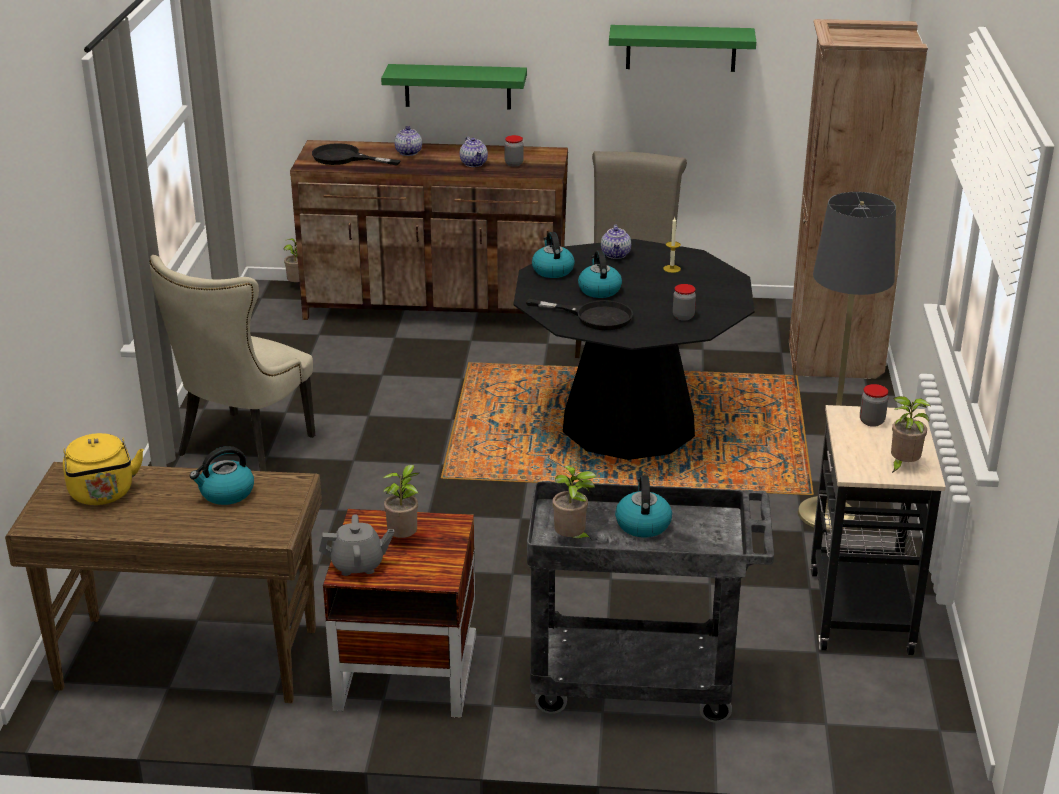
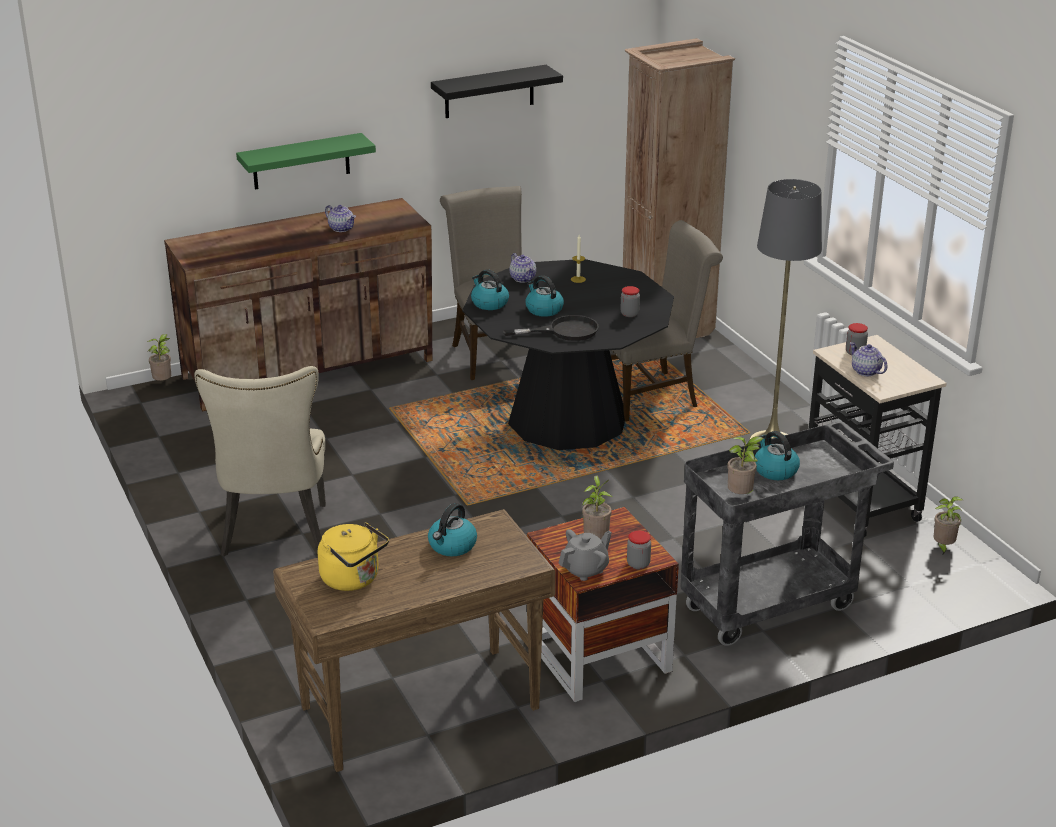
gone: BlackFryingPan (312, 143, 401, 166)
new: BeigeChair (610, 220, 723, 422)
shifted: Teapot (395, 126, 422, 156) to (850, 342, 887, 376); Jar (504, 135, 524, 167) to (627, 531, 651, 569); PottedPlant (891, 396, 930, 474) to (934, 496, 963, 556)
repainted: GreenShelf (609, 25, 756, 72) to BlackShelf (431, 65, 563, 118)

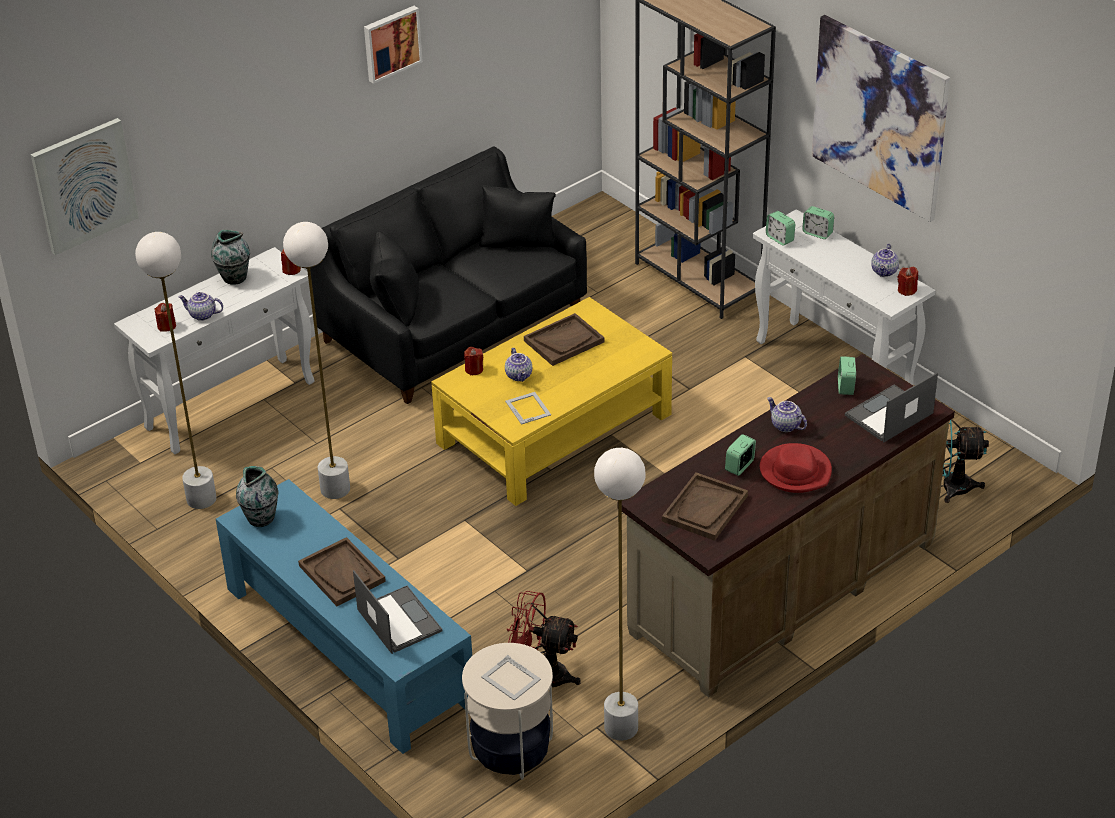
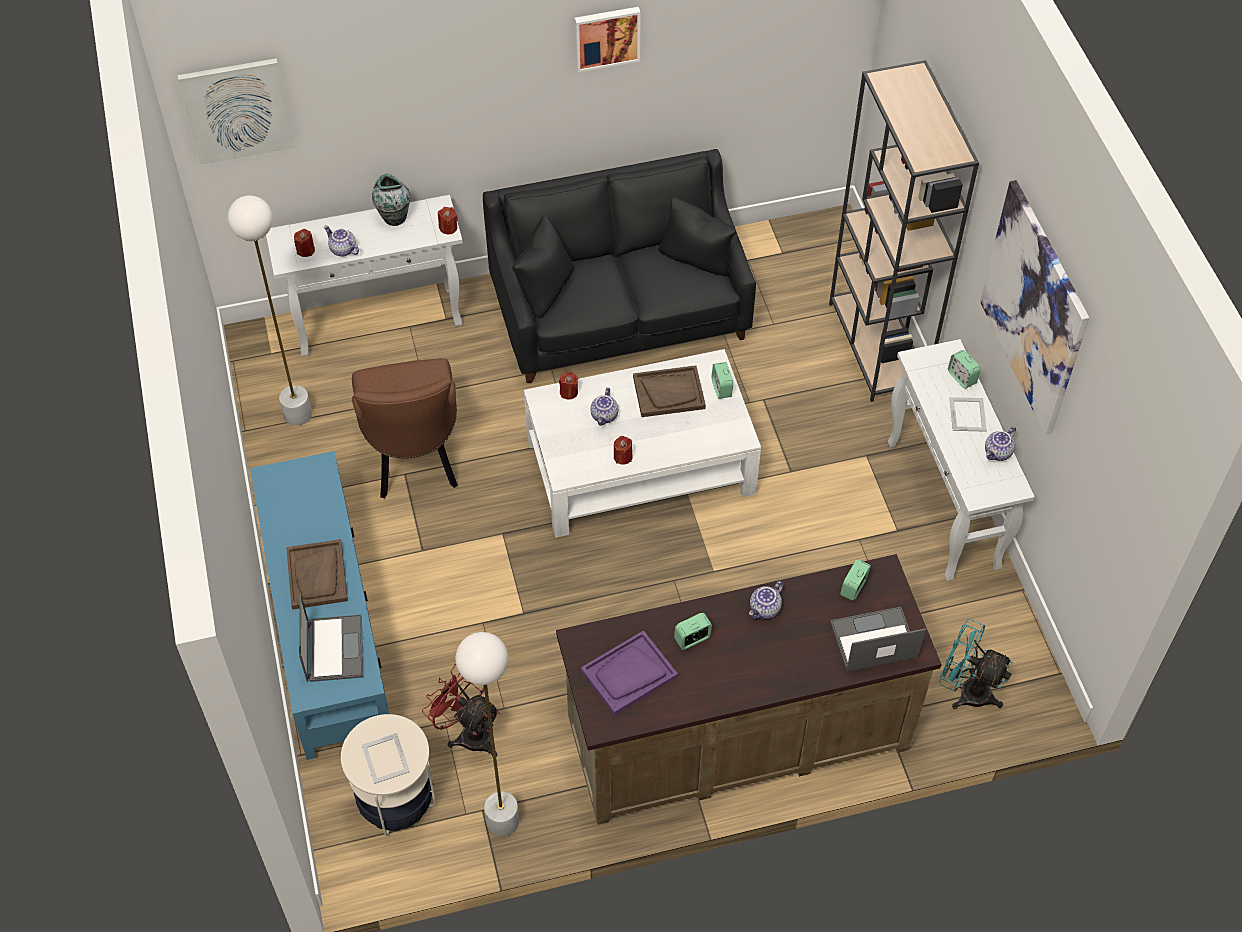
gone: Vase (236, 466, 279, 527); RedHat (760, 443, 832, 493)
shifted: PictureFrame (505, 392, 551, 425) to (950, 397, 987, 432); AlarmClock (766, 211, 795, 246) to (711, 362, 733, 399); RedCandle (897, 267, 918, 296) to (614, 436, 632, 465)
swapped: WhiteFloorLamp (283, 222, 350, 499) to BrownArmchair (352, 358, 458, 499)
repainted: YellowCoffeeTable (431, 297, 672, 506) to WhiteCoffeeTable (524, 349, 761, 538); BrownTray (662, 472, 748, 541) to PurpleTray (581, 630, 678, 716)
rotated: Teapot (767, 397, 807, 432) = (749, 581, 783, 619) 120 degrees counterclockwise

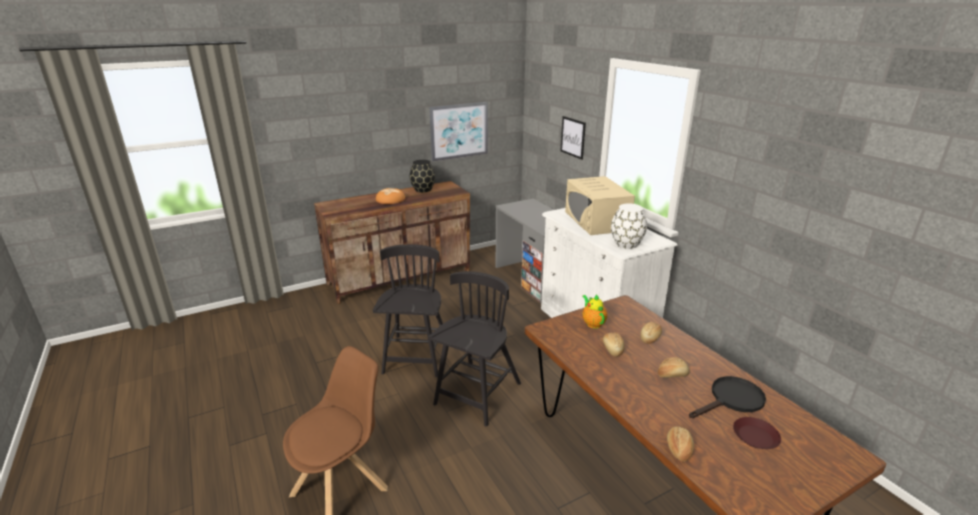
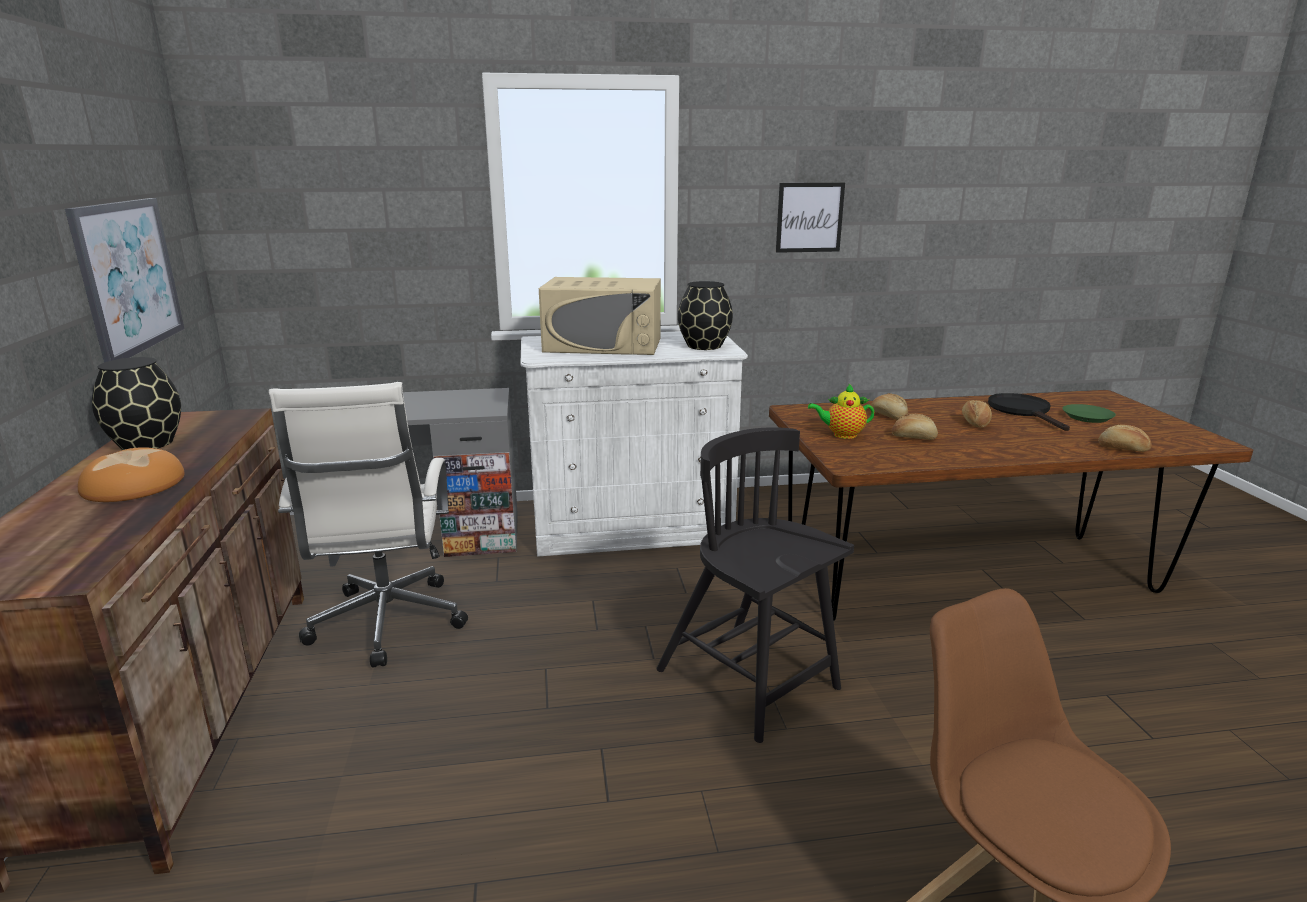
gone: BlackChair (373, 244, 443, 377)
new: WhiteOfficeChair (269, 382, 468, 667)
shifted: Picture (561, 116, 586, 160) to (776, 183, 845, 253)
repainted: WhiteVase (611, 203, 647, 249) to BlackVase (678, 281, 733, 350); BrownPlate (733, 417, 781, 449) to GreenPlate (1062, 404, 1116, 423)

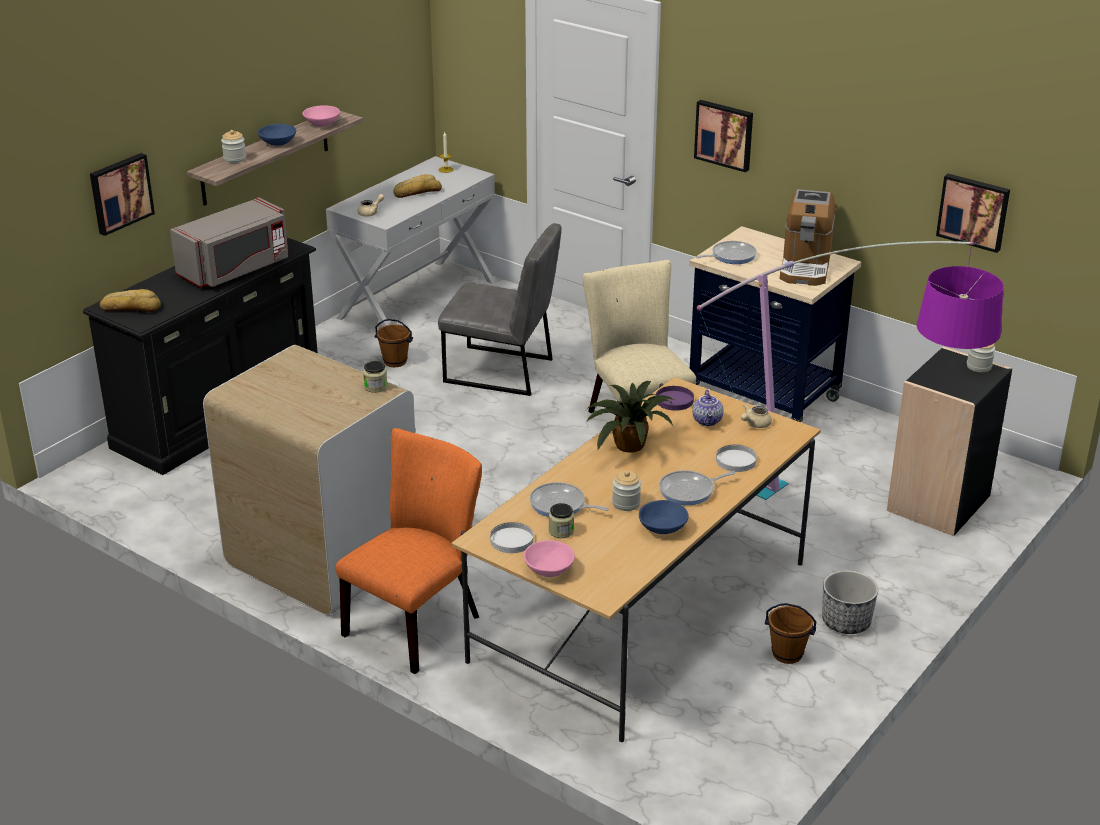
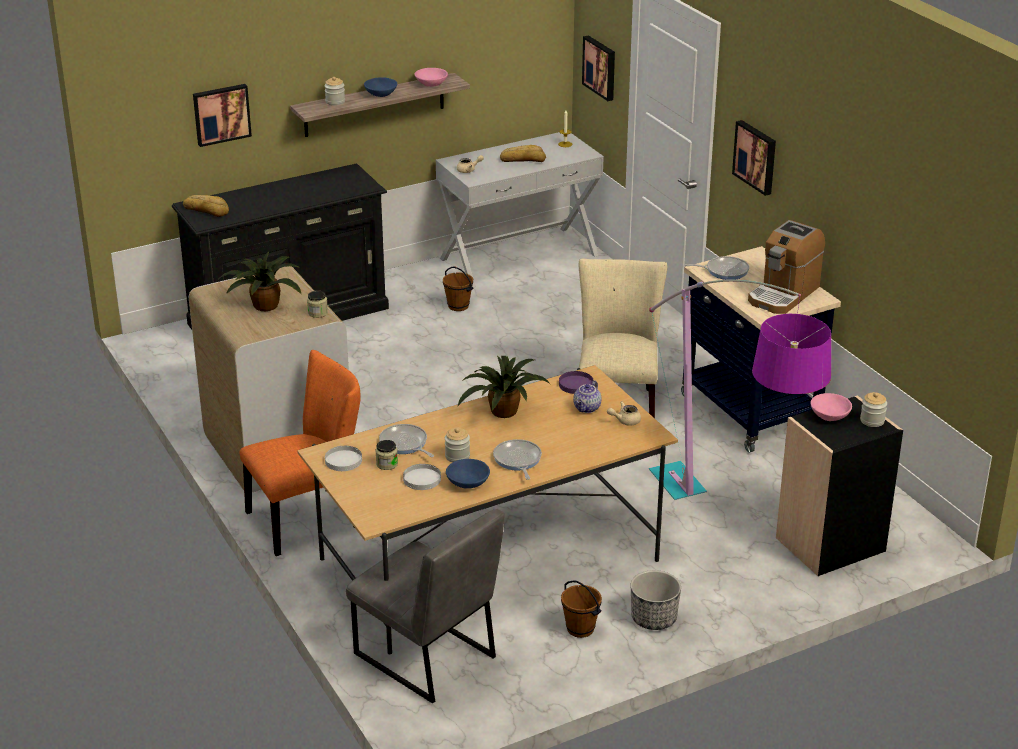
gone: GreyMicrowave (170, 197, 288, 288)
new: PottedPlant (217, 252, 301, 311)
shifted: GreyChair (438, 223, 561, 396) to (346, 509, 504, 703); PinkBowl (524, 540, 575, 577) to (810, 393, 852, 421); WhitePlate (716, 445, 757, 472) to (403, 464, 441, 490); Picture (936, 174, 1010, 253) to (582, 35, 615, 101)
rotated: FryingPan (659, 470, 736, 505) = (493, 439, 542, 480) 75 degrees clockwise

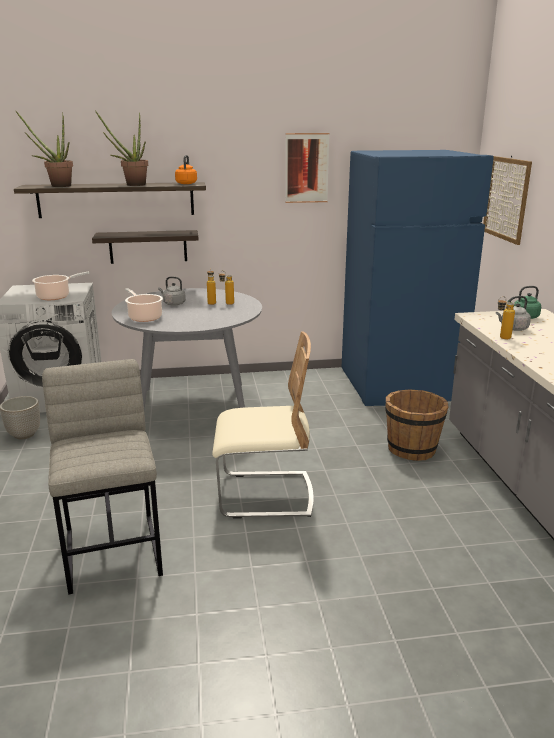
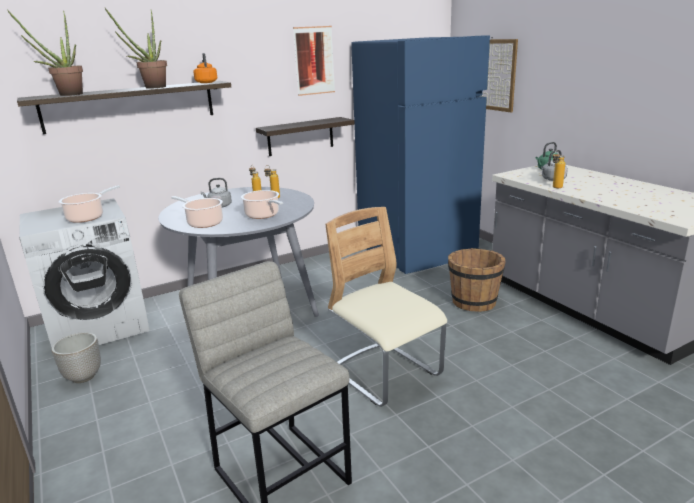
new: CookingPot (241, 190, 283, 219)
shifted: Shelf (92, 230, 198, 264) to (256, 117, 355, 156)
rotated: BeigeChair (212, 331, 314, 519) = (325, 207, 447, 407) 105 degrees counterclockwise

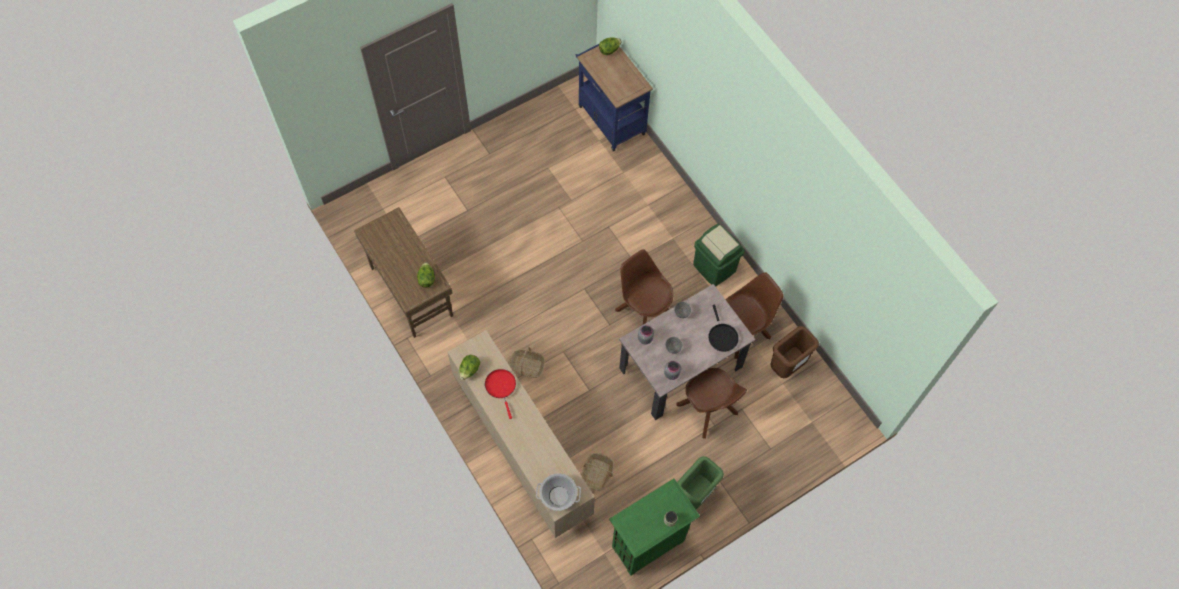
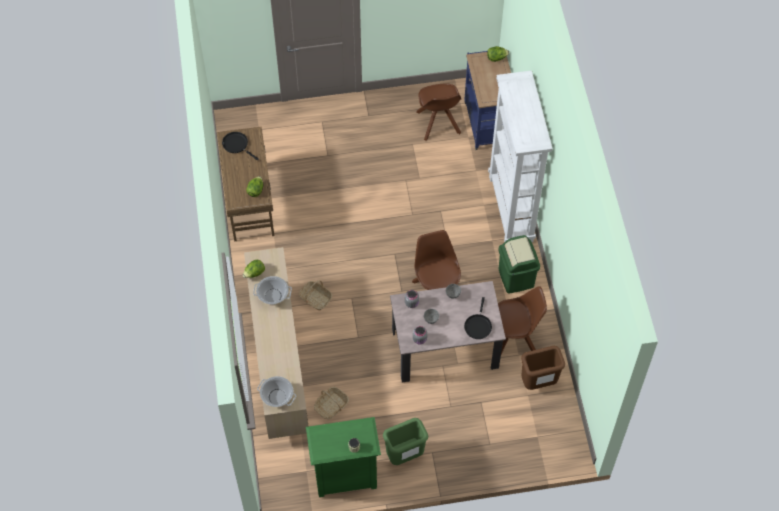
new: BlackFryingPan (222, 132, 259, 161); WhiteBookcase (488, 70, 553, 242)
shifted: BrownChair (677, 368, 747, 439) to (416, 83, 461, 141)
swapped: RedFryingPan (485, 369, 516, 419) to CookingPot (253, 276, 292, 304)

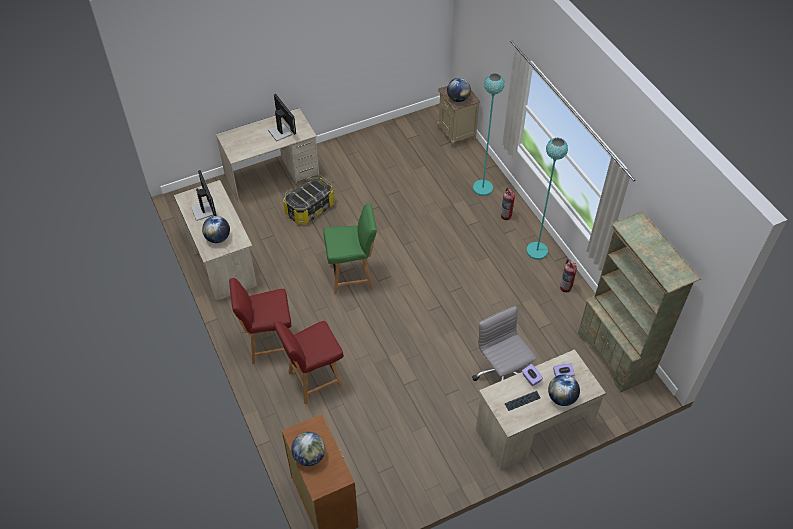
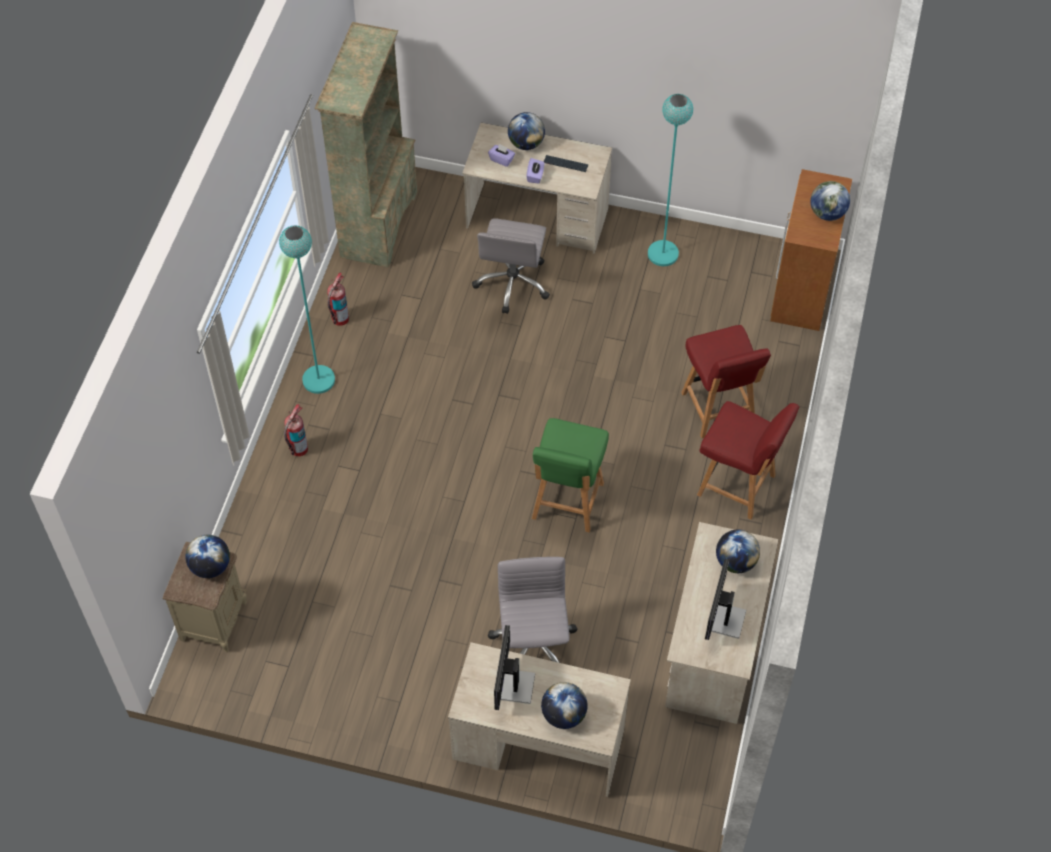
new: Globe (541, 682, 587, 729)
shifted: TurquoiseFloorLamp (473, 73, 505, 196) to (648, 94, 693, 266)
swapped: StorageBox (283, 175, 334, 224) to GreyOfficeChair (488, 557, 577, 663)
rotated: RedChair (274, 321, 344, 404) = (681, 325, 771, 438) 60 degrees clockwise; GreenChair (323, 203, 377, 295) = (532, 418, 609, 532) 105 degrees counterclockwise

